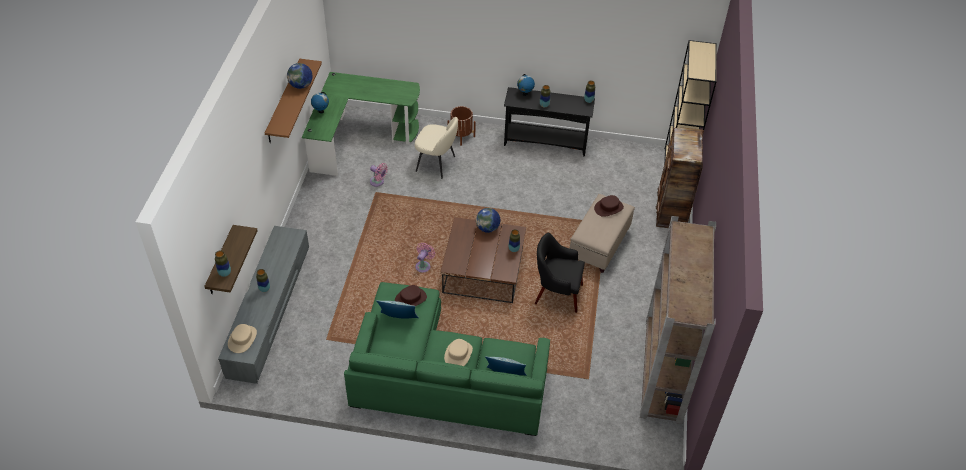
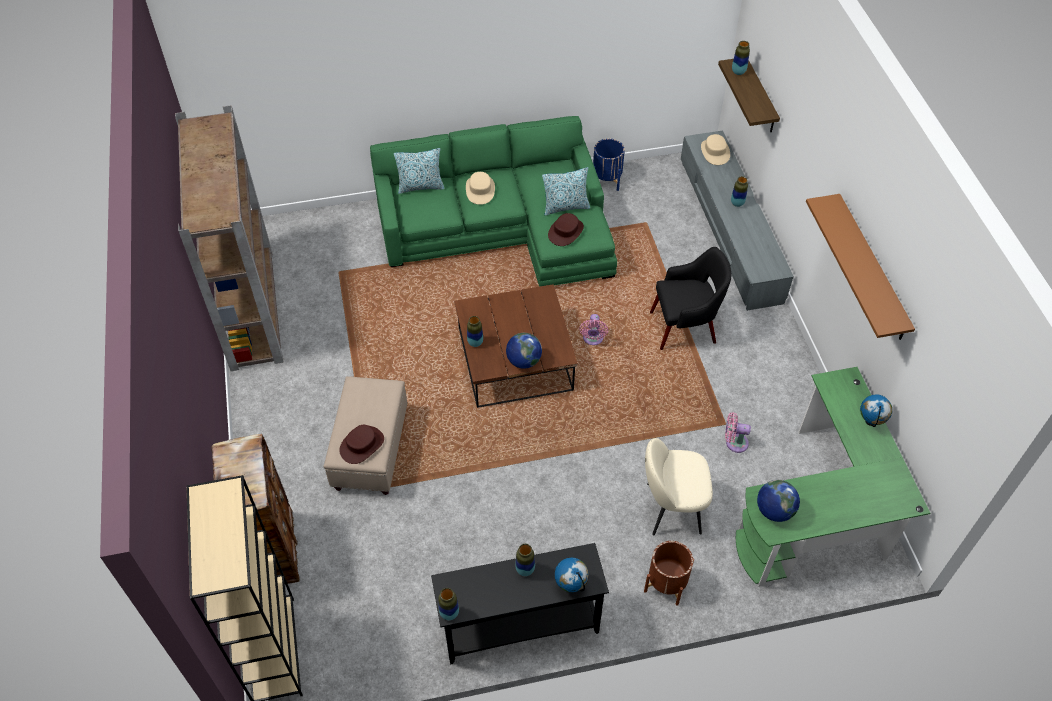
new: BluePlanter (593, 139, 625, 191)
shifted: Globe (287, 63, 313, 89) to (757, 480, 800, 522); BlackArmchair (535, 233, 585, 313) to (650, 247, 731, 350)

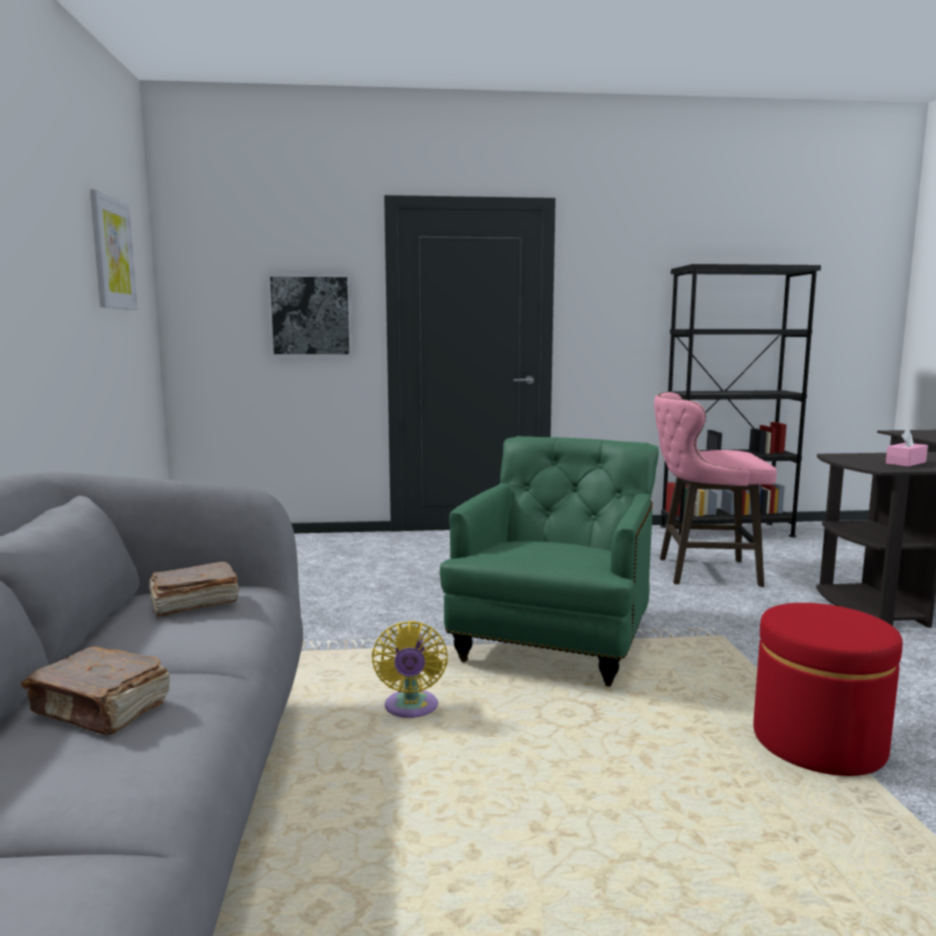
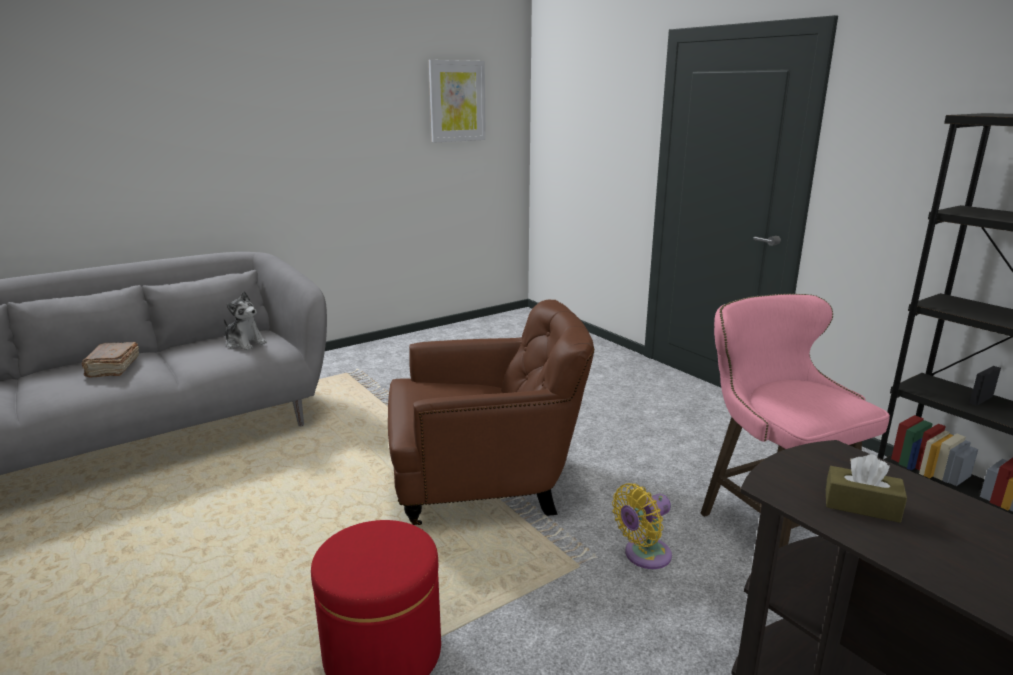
gone: Picture (267, 273, 353, 357)
shifted: YellowFan (372, 621, 448, 718) to (612, 483, 672, 569)
swapped: BrownBook (148, 562, 239, 617) to PlushToy (224, 291, 267, 350)
repainted: GreenArmchair (440, 436, 659, 686) to BrownArmchair (388, 300, 594, 525); PinkTissueBox (886, 429, 928, 467) to BrownTissueBox (826, 454, 907, 523)

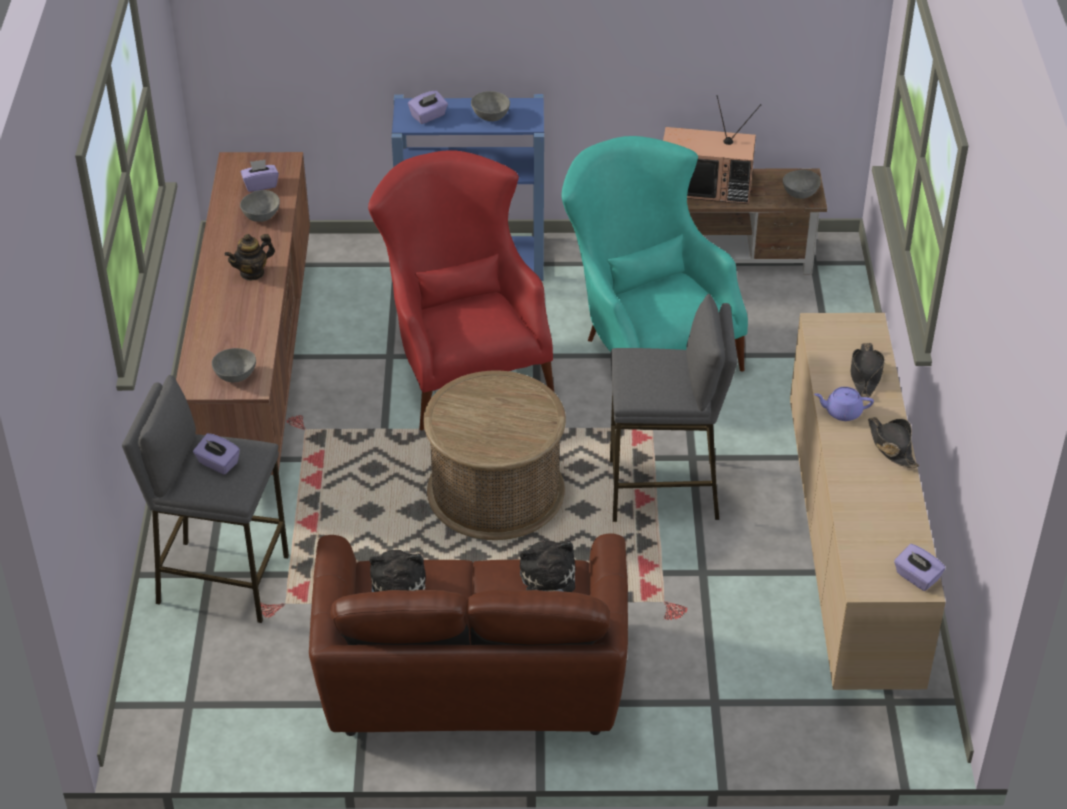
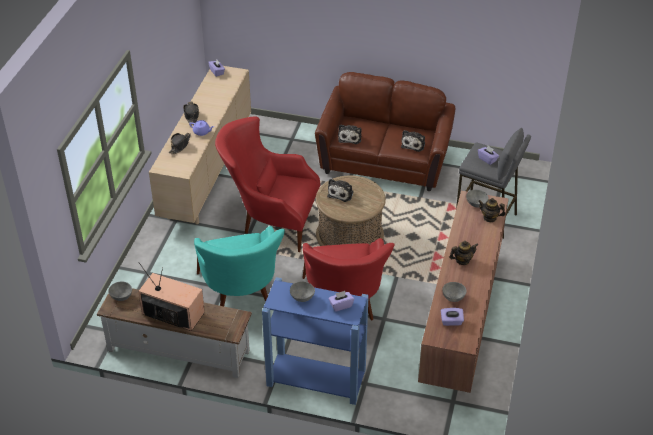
new: PlushToy (327, 179, 354, 202); Teapot (478, 198, 506, 222)
swapped: GreyStool (610, 294, 737, 522) to RedArmchair (215, 116, 320, 252)

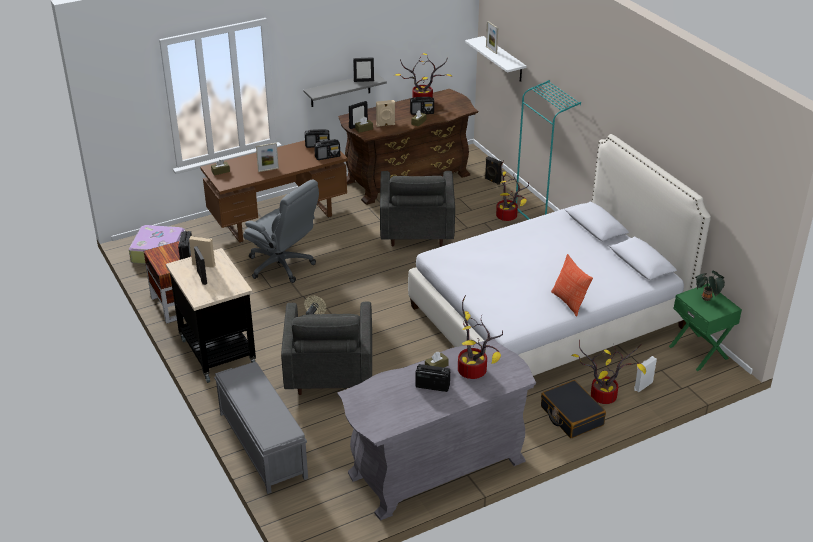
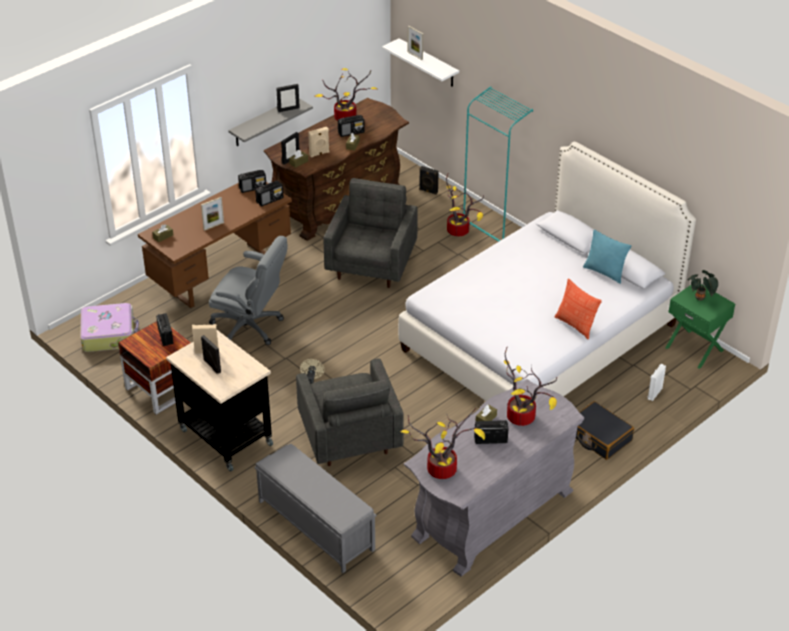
new: TurquoisePillow (583, 230, 631, 284)
shifted: PottedPlant (571, 340, 646, 404) to (400, 408, 485, 479)
rotated: GreyArmchair (380, 171, 455, 247) = (323, 178, 418, 288) 150 degrees counterclockwise

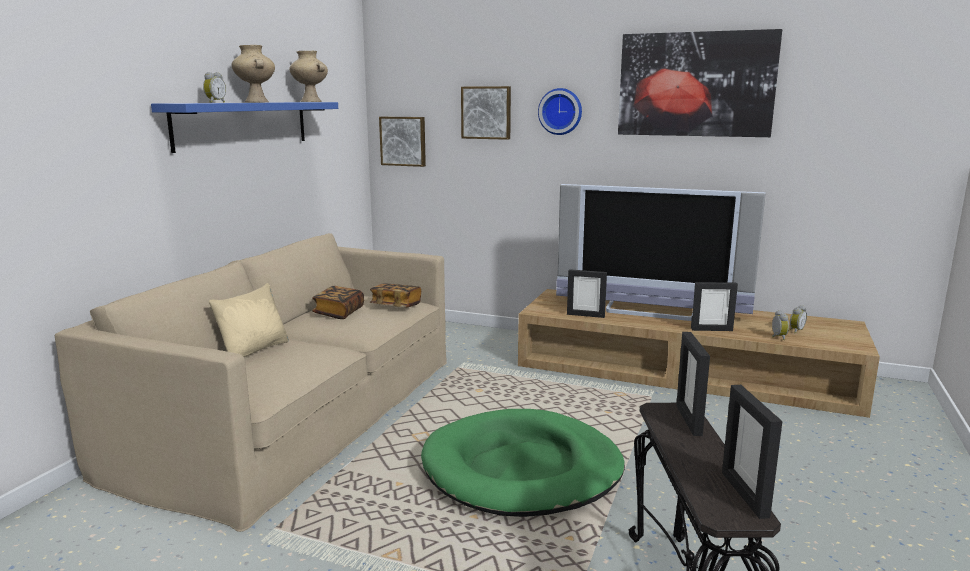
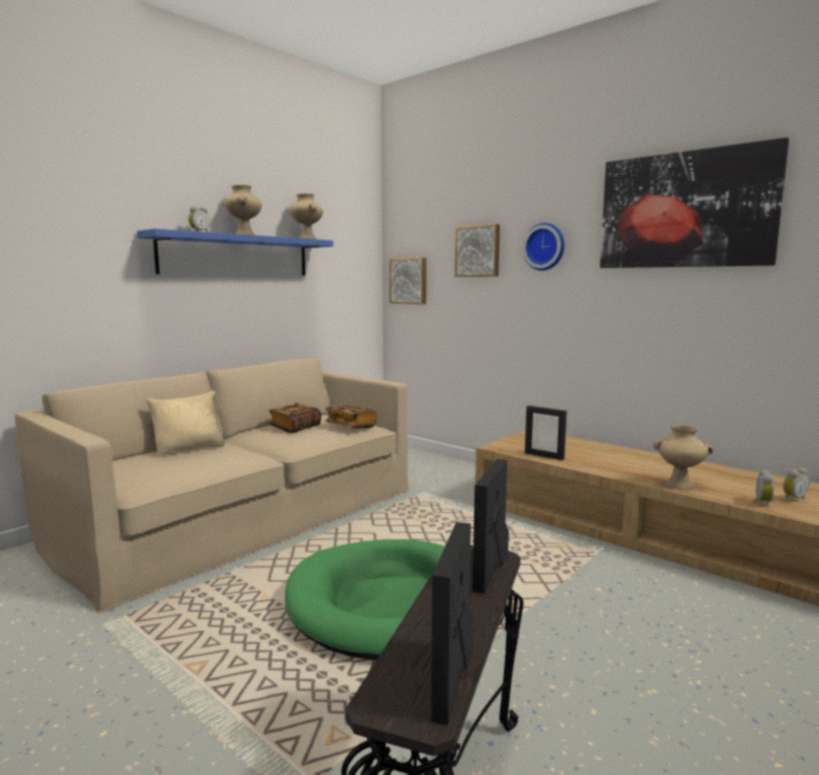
gone: Television (556, 184, 766, 321)
swapped: PictureFrame (691, 282, 738, 331) to BeigeVase (653, 424, 713, 490)

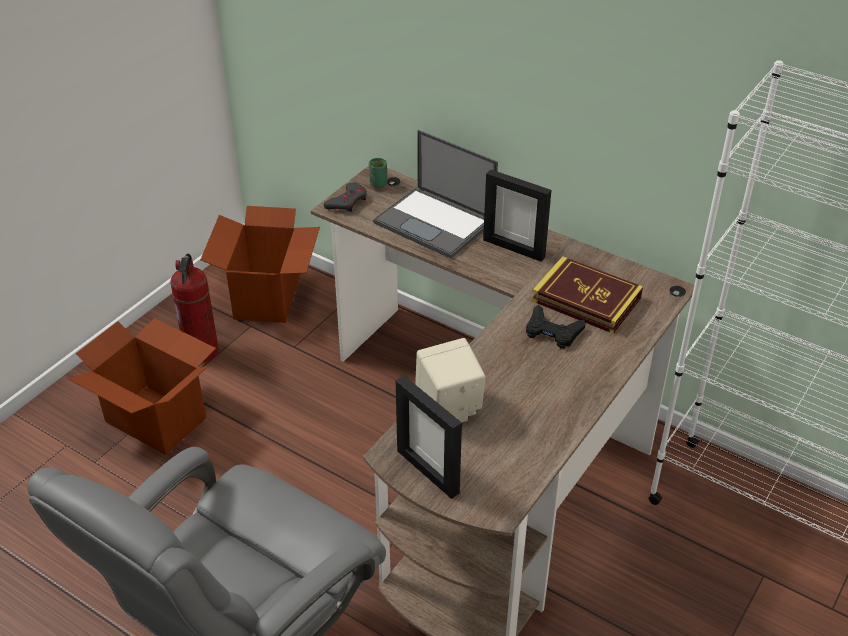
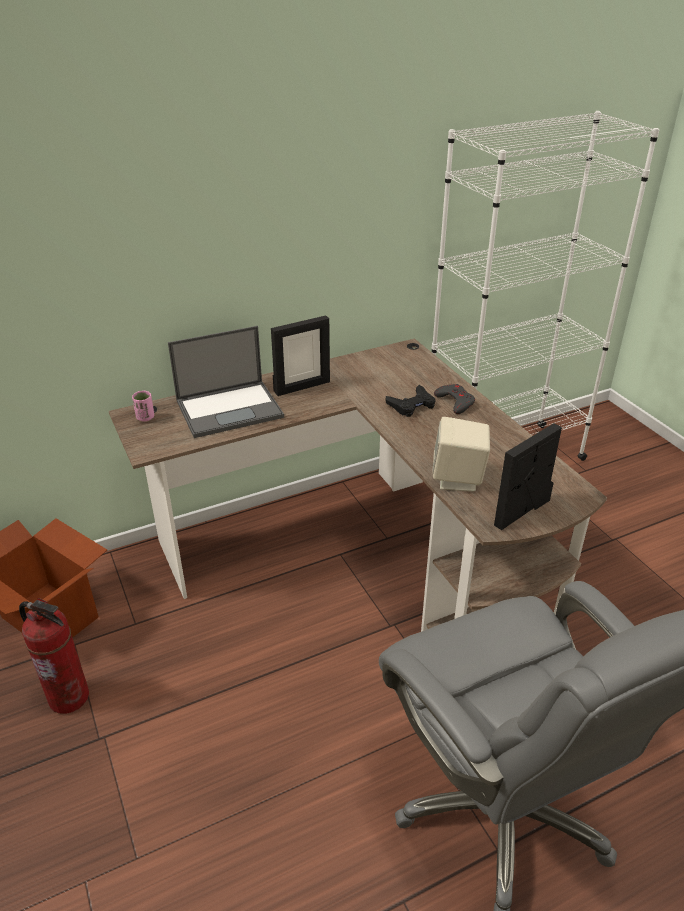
gone: CardboardBox (69, 318, 216, 455); Book (532, 256, 643, 334)
shifted: GreyGameController (324, 182, 367, 212) to (434, 384, 475, 414)
repainted: GreenCup (369, 158, 388, 188) to PinkCup (132, 391, 154, 421)
rotated: PictureFrame (396, 376, 462, 499) = (494, 423, 562, 530) 150 degrees clockwise

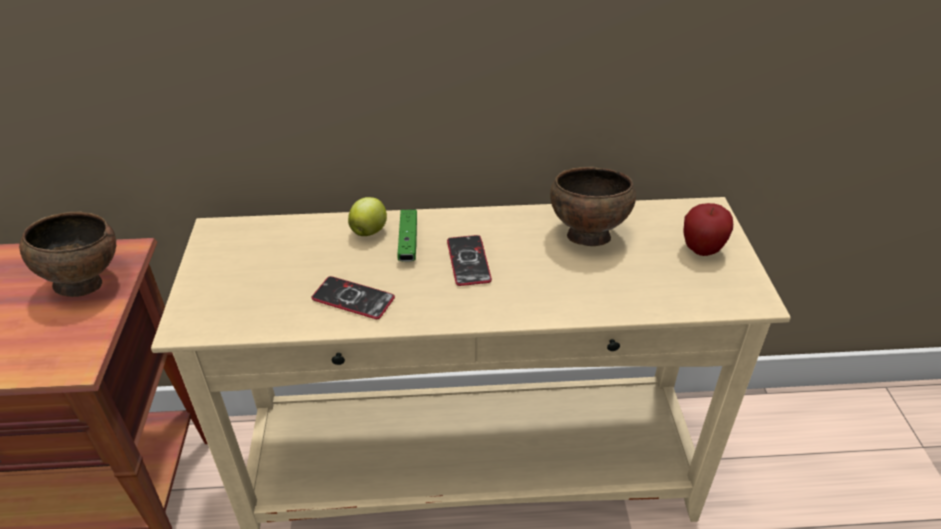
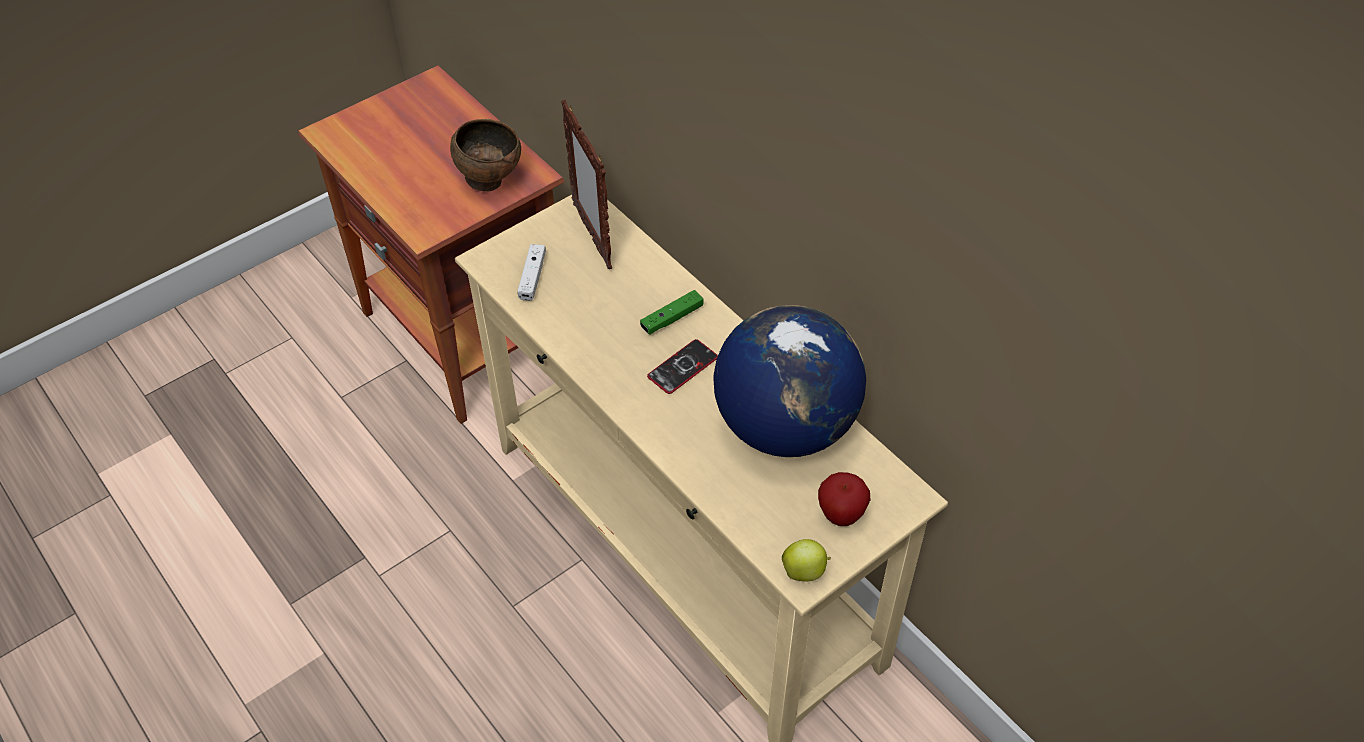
gone: Phone (311, 276, 395, 319)
new: WhiteGameController (517, 244, 546, 301); PictureFrame (561, 99, 612, 269)
shifted: Apple (348, 197, 387, 236) to (782, 539, 831, 581)
swapped: BrownBowl (550, 167, 636, 246) to Globe (713, 305, 866, 457)

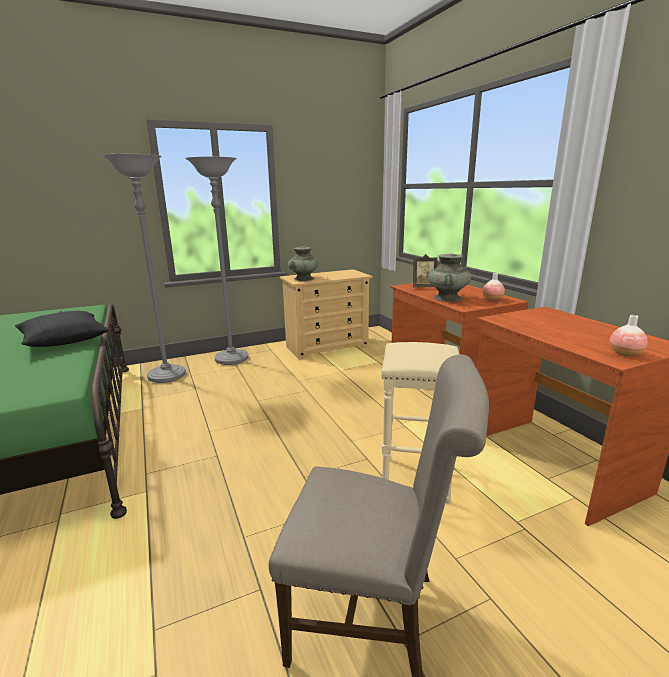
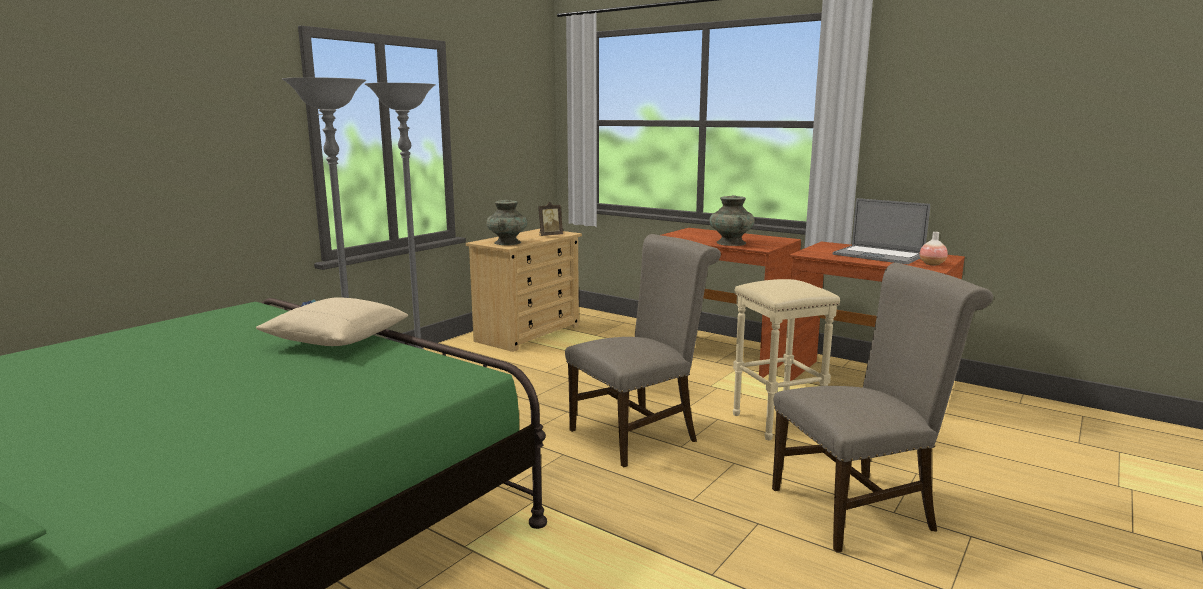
gone: Vase (483, 273, 505, 301)
new: BeigeChair (565, 234, 721, 467); Laptop (833, 198, 930, 264)
shifted: PictureFrame (413, 254, 438, 288) to (538, 202, 563, 236)
repainted: BlackPillow (15, 311, 109, 347) to BeigePillow (256, 297, 408, 346)

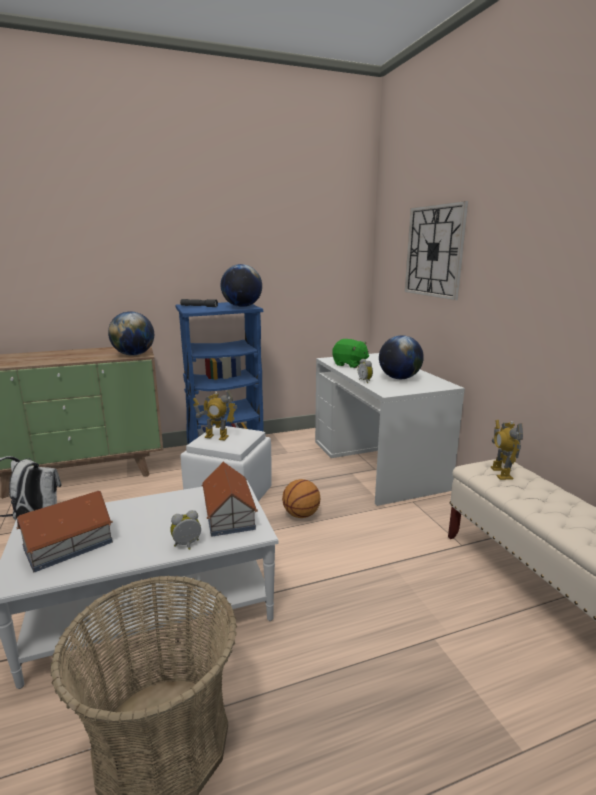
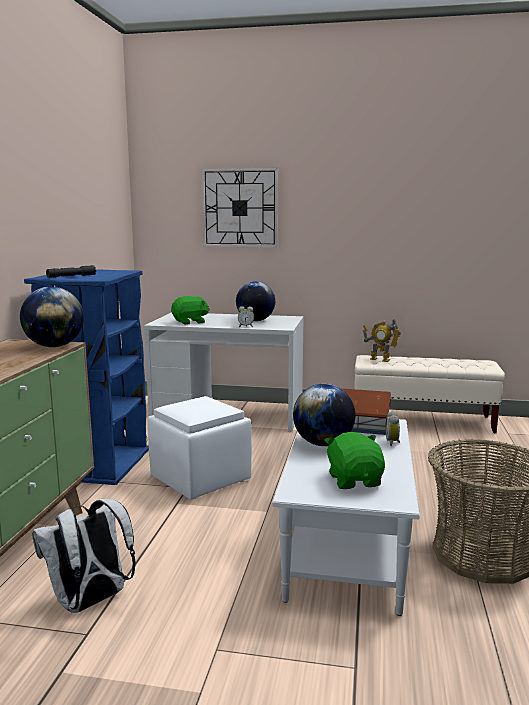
gone: ToyRobot (193, 389, 237, 440); Basketball (282, 479, 321, 518)
shifted: Globe (221, 264, 262, 307) to (293, 384, 355, 446)
swapped: ToyHouse (16, 491, 113, 573) to GreenPlushToy (325, 432, 385, 489)

